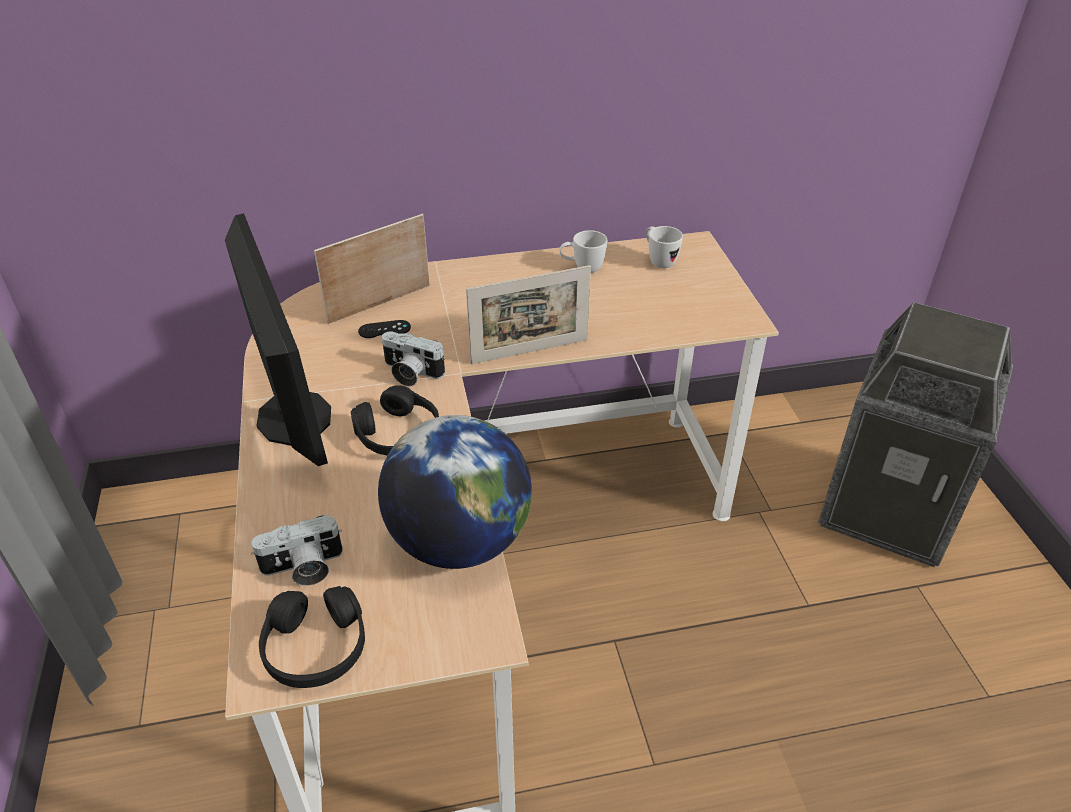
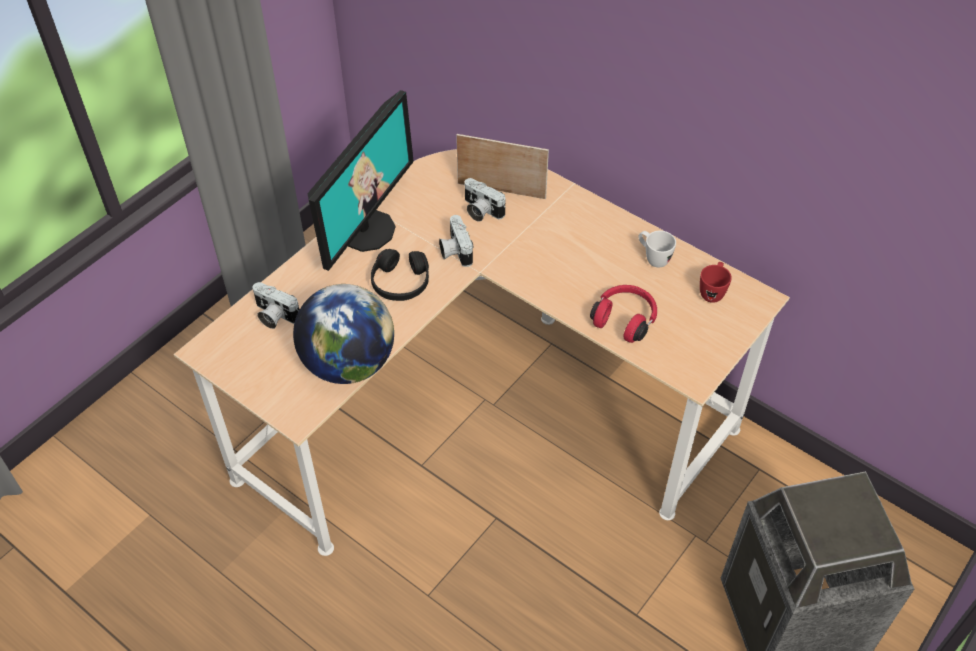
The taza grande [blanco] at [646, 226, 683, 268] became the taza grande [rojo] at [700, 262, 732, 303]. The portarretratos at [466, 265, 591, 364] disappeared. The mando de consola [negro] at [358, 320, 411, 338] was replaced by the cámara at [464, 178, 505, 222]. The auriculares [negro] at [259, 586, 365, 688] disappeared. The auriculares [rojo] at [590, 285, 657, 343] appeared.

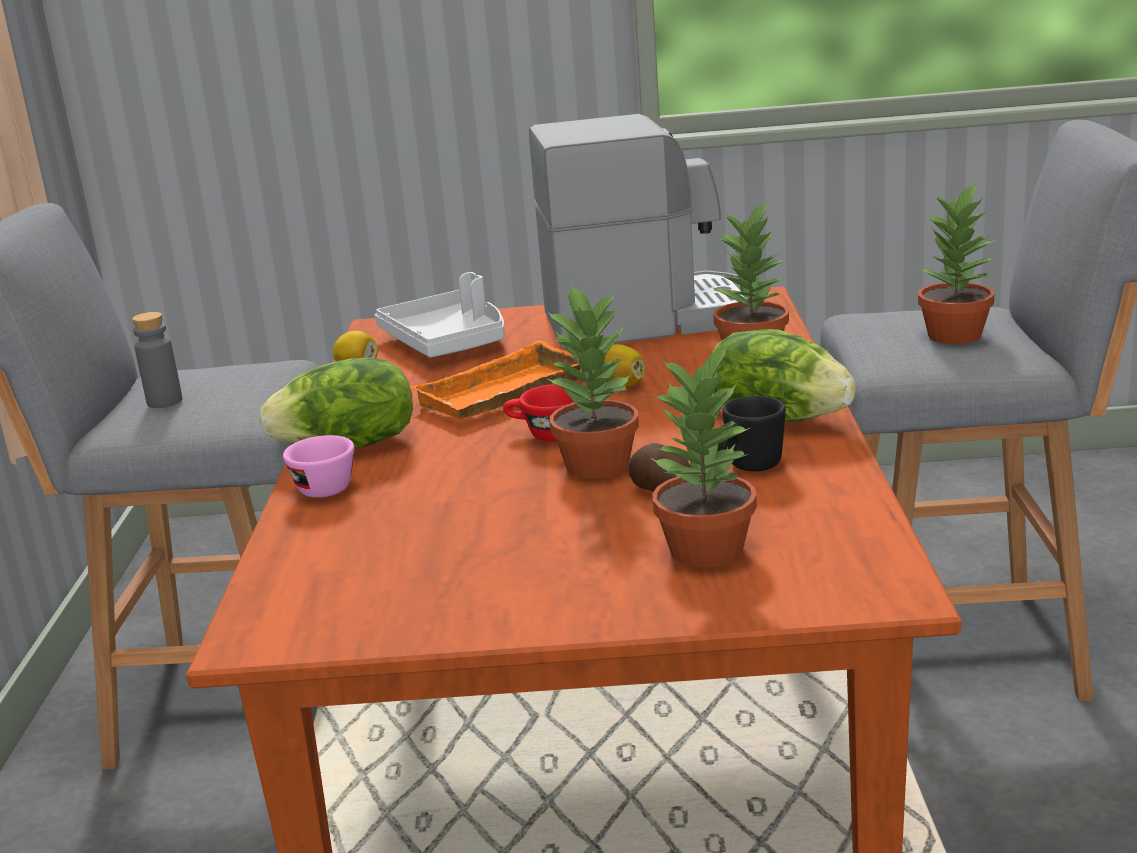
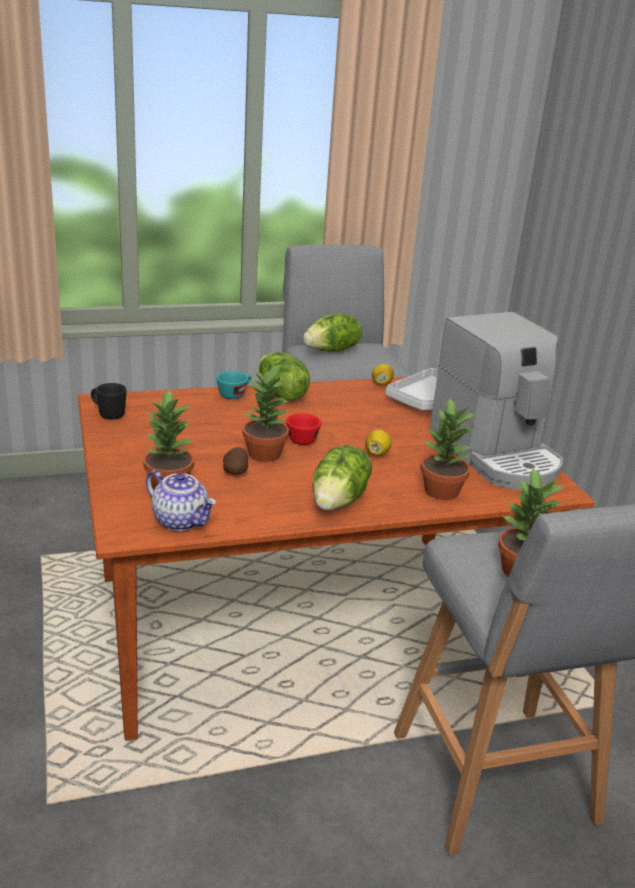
The botella [gris] at [132, 312, 182, 408] was replaced by the lechuga at [303, 313, 362, 352]. The bandeja [naranja] at [411, 340, 580, 419] disappeared. The taza grande [negro] moved from [718, 396, 786, 471] to [91, 383, 126, 420]. The taza [rosa] at [283, 435, 354, 498] became the taza [turquesa] at [216, 371, 251, 399]. The tetera at [146, 470, 216, 531] appeared.

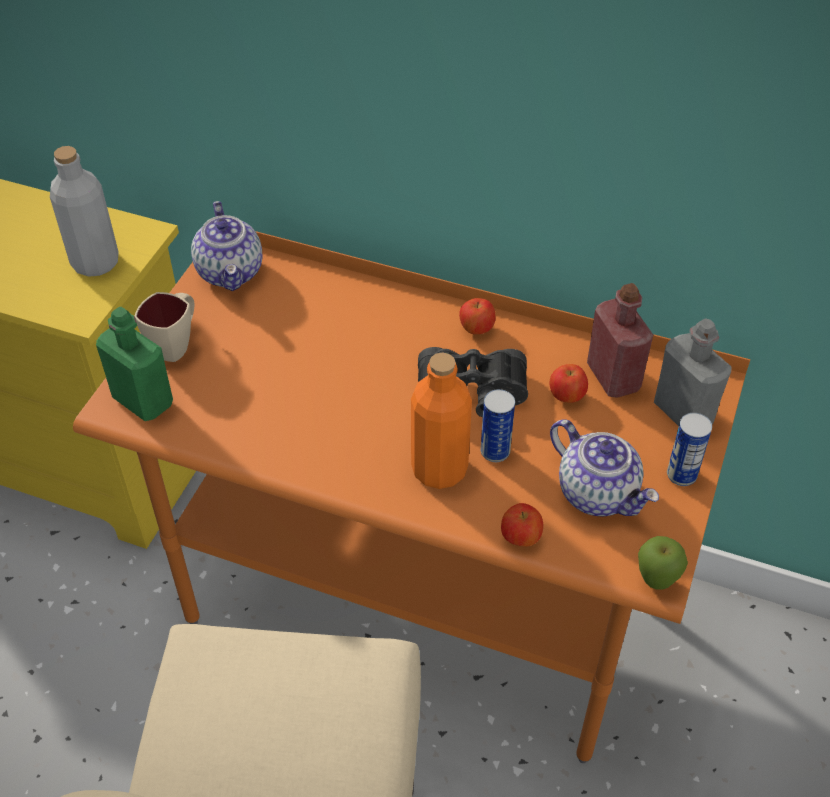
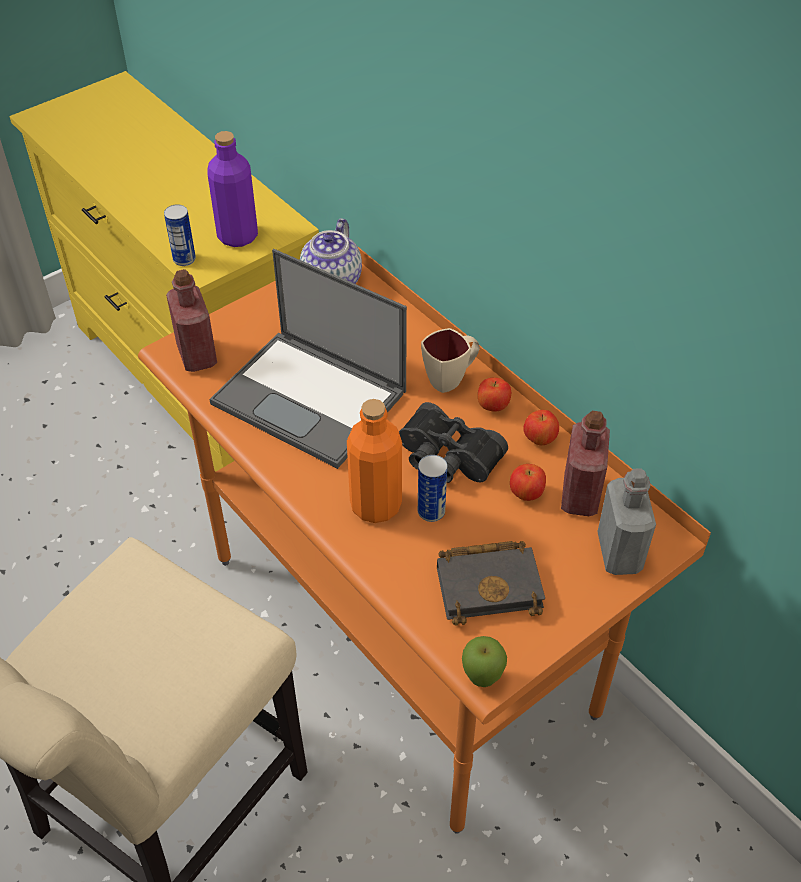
The botella [gris] at [50, 146, 118, 277] became the botella [morado] at [207, 131, 258, 247]. The taza grande [beis] moved from [135, 292, 194, 362] to [421, 328, 480, 393]. The botella [verde] at [96, 307, 173, 421] became the botella [rojo] at [166, 269, 217, 372]. The lata moved from [667, 413, 712, 486] to [164, 205, 196, 266]. The tetera at [550, 419, 659, 516] was replaced by the libro [negro] at [437, 541, 545, 626]. The manzana moved from [501, 503, 543, 547] to [523, 410, 559, 446]. The portátil at [210, 249, 407, 469] appeared.

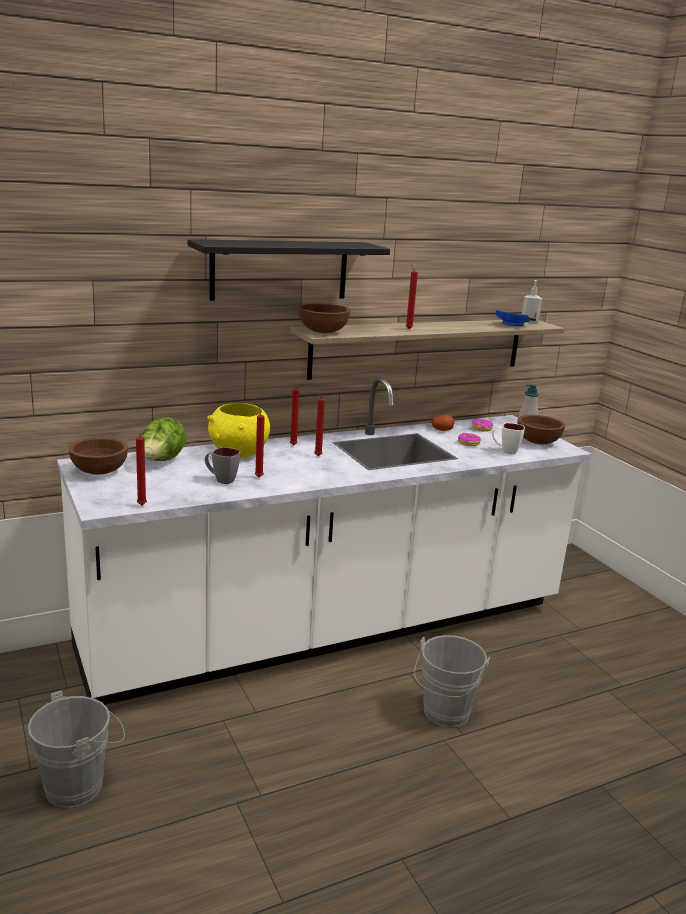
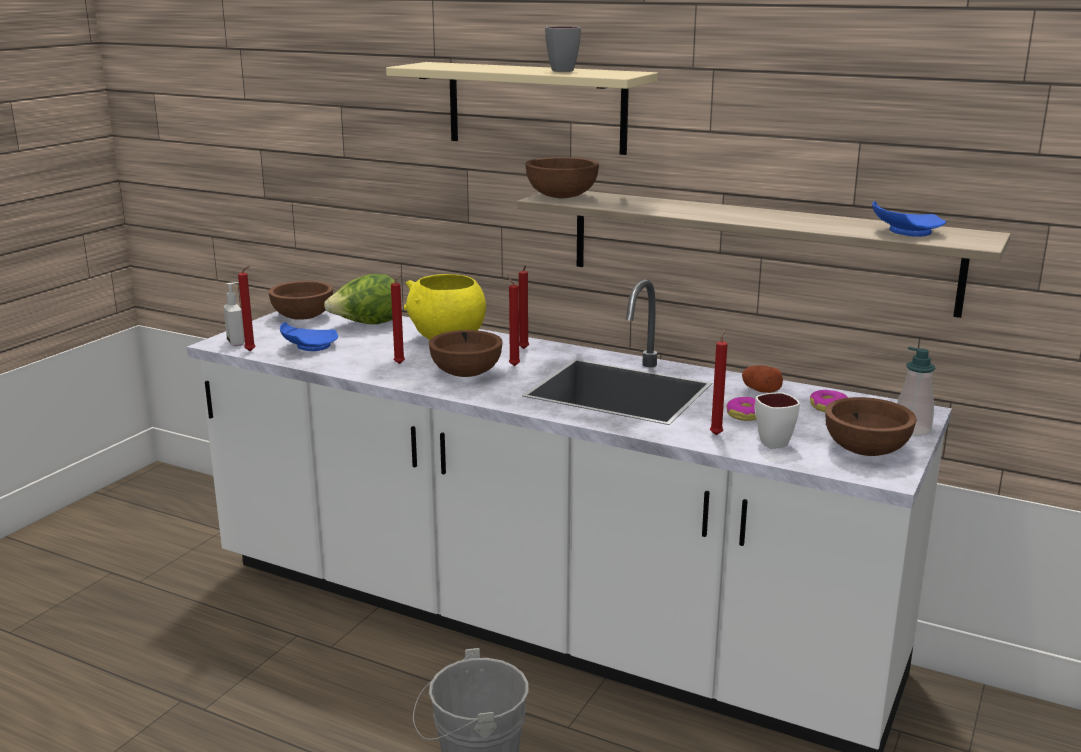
The estante [negro] at [188, 239, 390, 301] became the estante [beis] at [386, 62, 658, 155]. The vela [rojo] moved from [406, 264, 418, 329] to [710, 329, 728, 435]. The dispensador de jabón moved from [522, 280, 542, 323] to [224, 282, 245, 346]. The taza grande [gris] moved from [205, 447, 241, 484] to [545, 26, 581, 72]. The cubo [gris] at [28, 691, 125, 808] disappeared. The plato [azul] at [280, 322, 338, 351] appeared. The cuenco [marrón] at [429, 330, 503, 377] appeared.

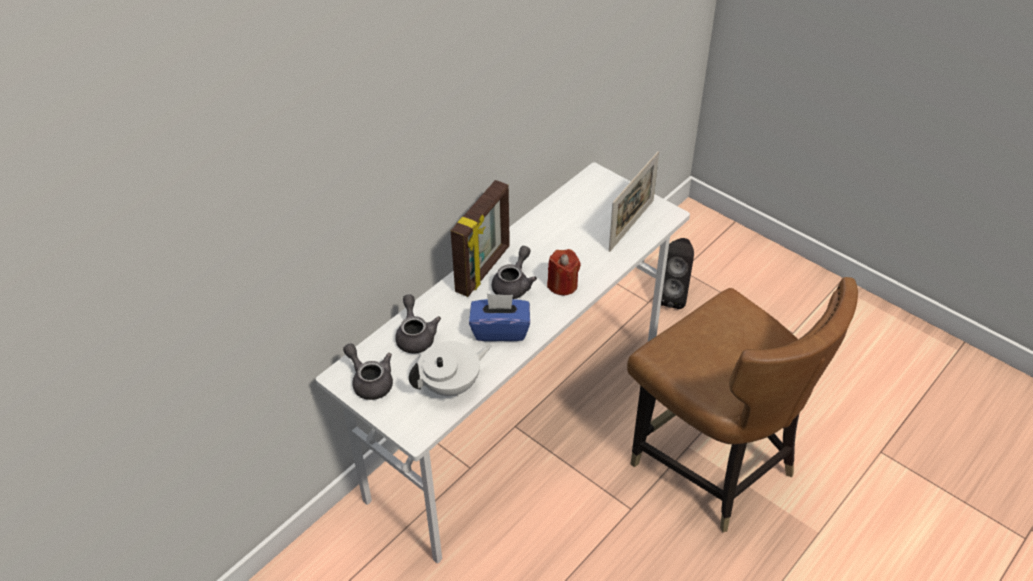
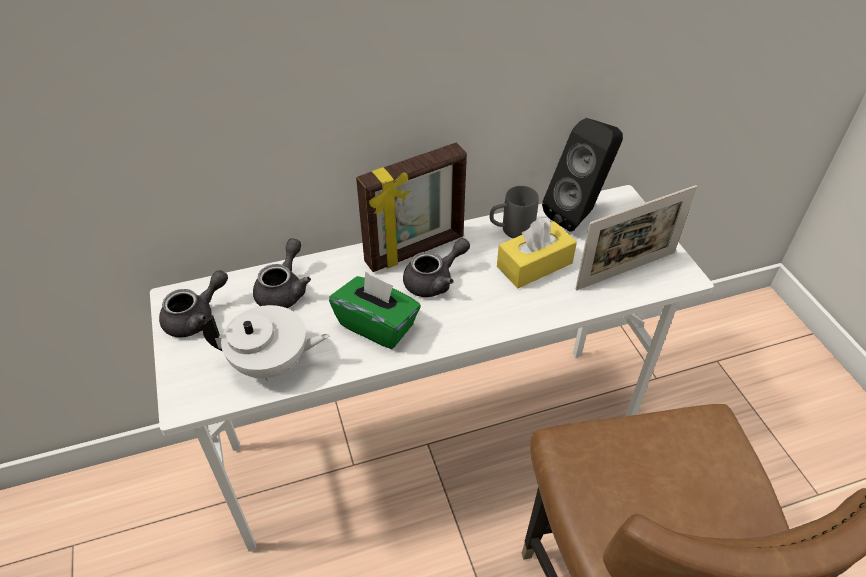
The altavoz [negro] moved from [661, 238, 694, 309] to [542, 118, 623, 232]. The vela [rojo] at [547, 249, 581, 295] disappeared. The caja de pañuelos [azul] at [469, 294, 530, 341] became the caja de pañuelos [verde] at [329, 271, 421, 349]. The tetera [gris] at [343, 343, 393, 400] turned 60 degrees clockwise. The taza grande [gris] at [489, 186, 539, 238] appeared. The caja de pañuelos [amarillo] at [497, 218, 577, 288] appeared.

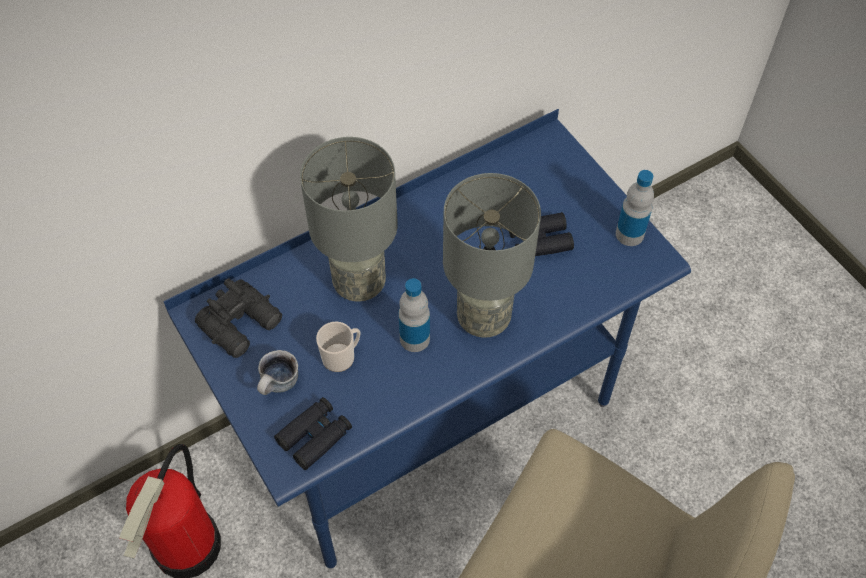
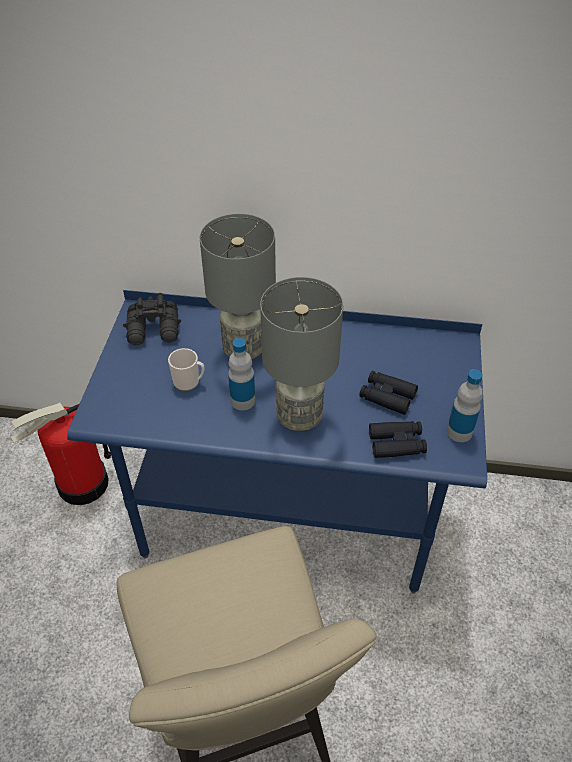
The taza grande at [257, 350, 298, 395] disappeared. The prismáticos [negro] moved from [274, 397, 352, 470] to [369, 421, 427, 458].

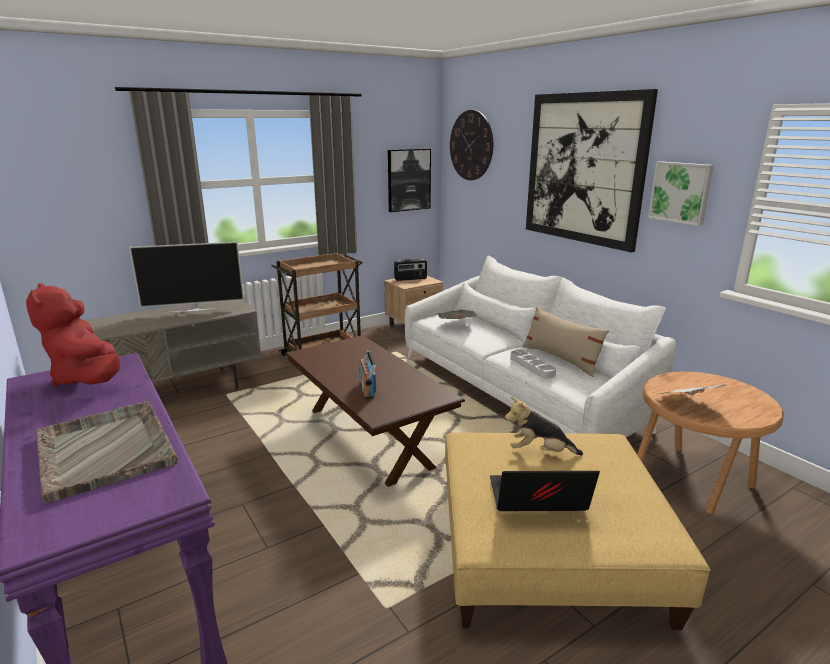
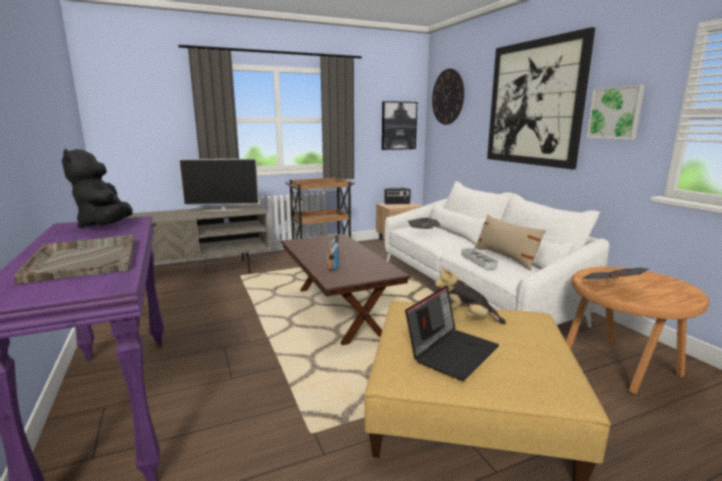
The peluche [rojo] at [26, 283, 120, 387] became the peluche [negro] at [62, 149, 133, 228]. The portátil at [490, 471, 600, 511] turned 120 degrees clockwise.

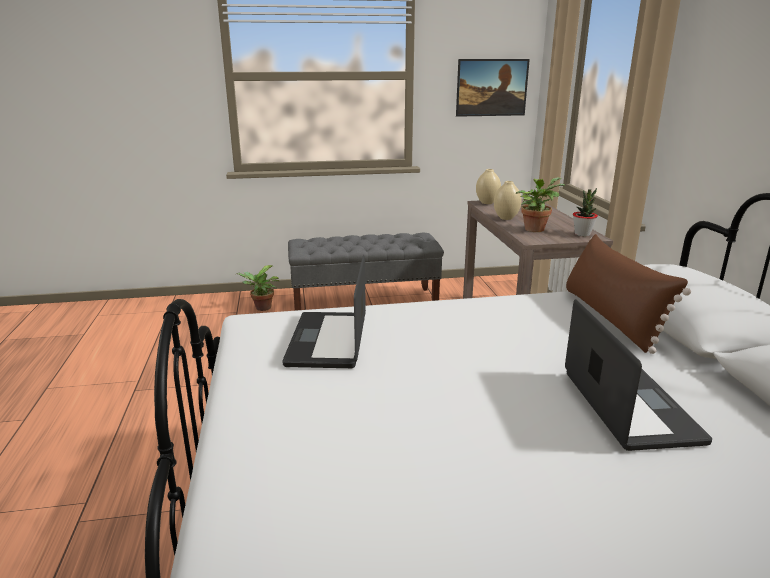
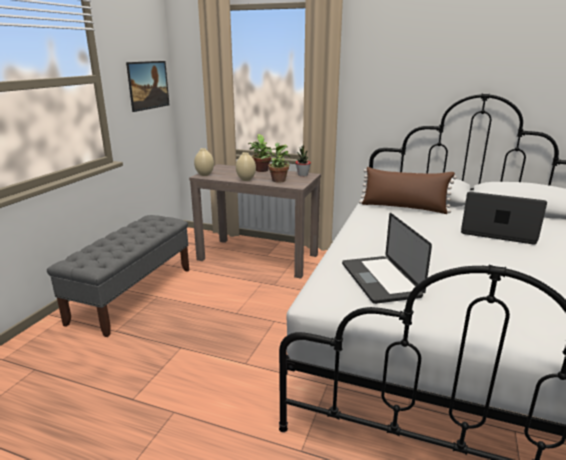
The portátil at [283, 255, 366, 368] turned 45 degrees clockwise. The planta en maceta moved from [236, 265, 280, 311] to [248, 134, 275, 172].

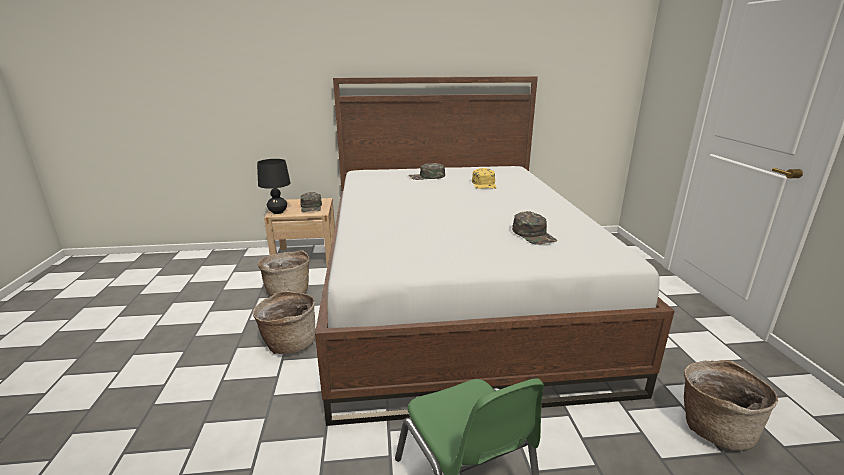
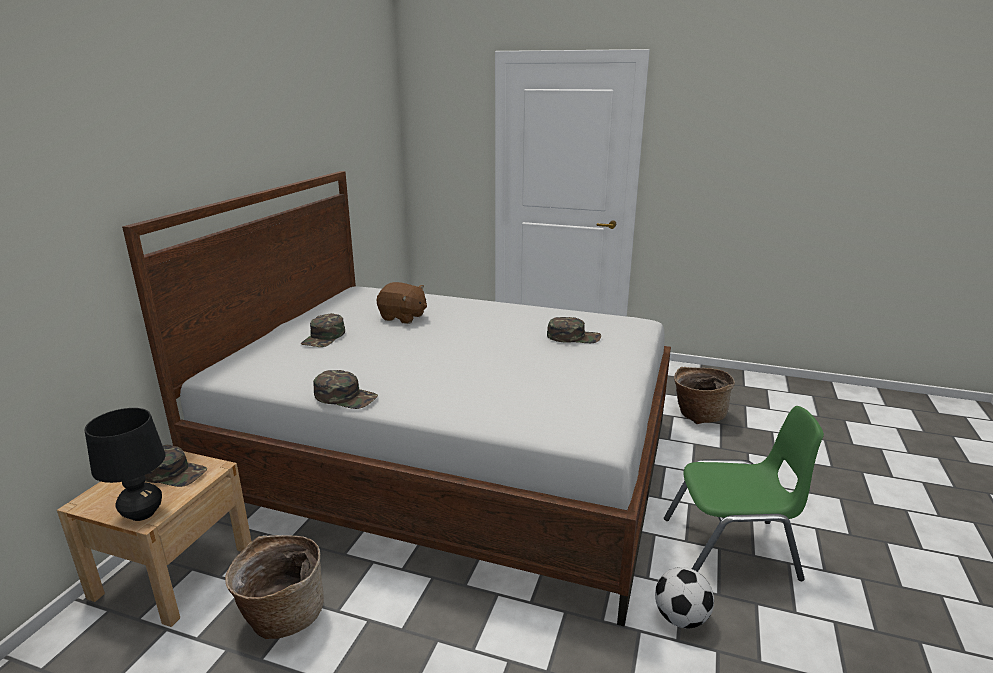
The gorra [amarillo] at [472, 168, 497, 189] was replaced by the peluche [marrón] at [377, 282, 427, 324]. The cesta at [252, 290, 315, 354] disappeared. The gorra [verde] at [313, 370, 378, 409] appeared. The balón de fútbol at [655, 567, 714, 628] appeared.

